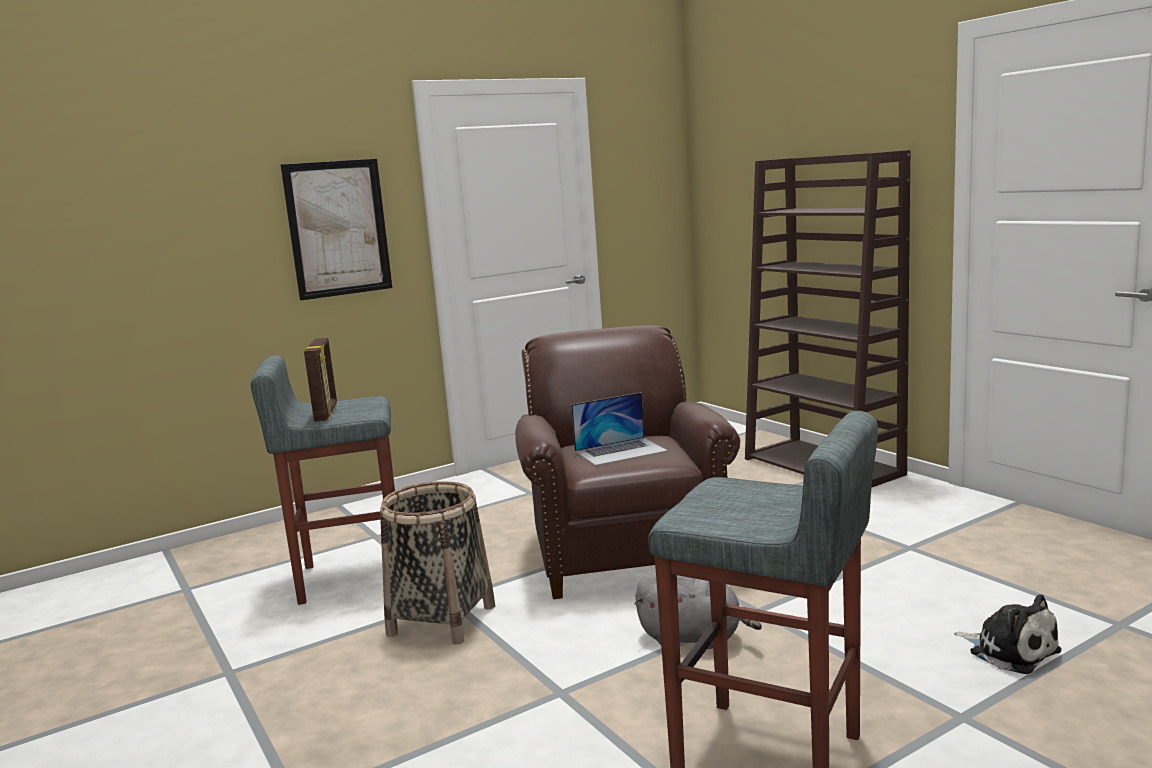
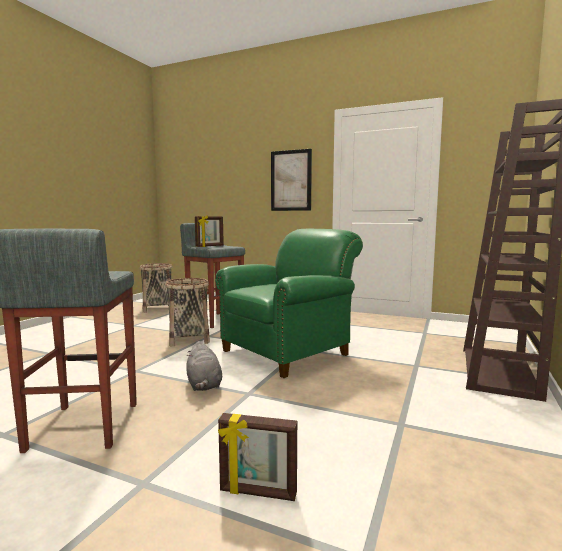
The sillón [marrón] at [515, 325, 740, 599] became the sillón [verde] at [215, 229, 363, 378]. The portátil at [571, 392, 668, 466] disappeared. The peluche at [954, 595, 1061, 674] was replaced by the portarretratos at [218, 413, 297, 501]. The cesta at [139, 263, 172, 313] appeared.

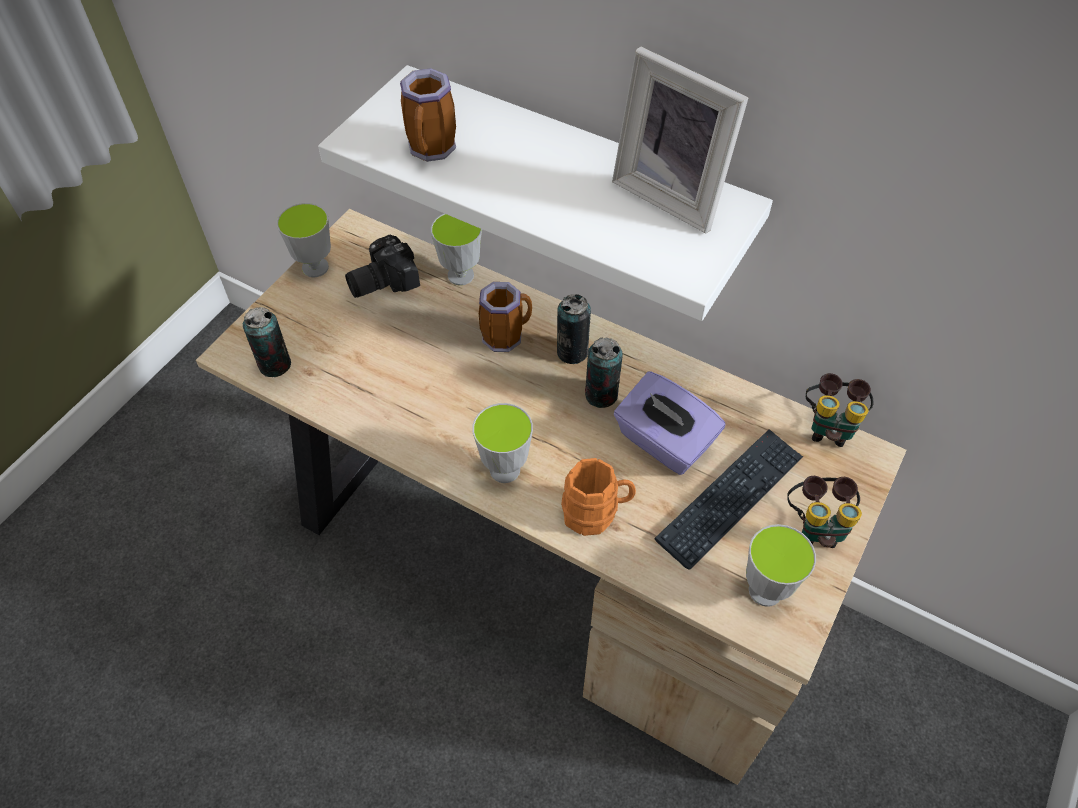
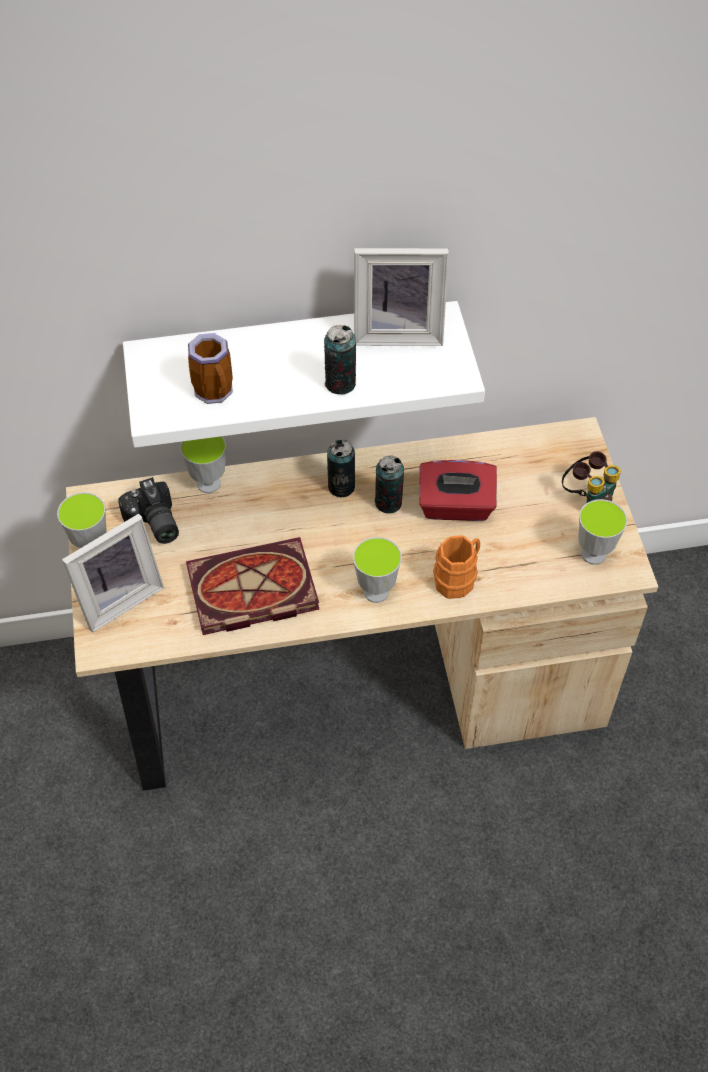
The cámara at [345, 234, 420, 298] turned 45 degrees counterclockwise. The taza grande at [479, 282, 532, 352] disappeared. The lata moved from [242, 307, 291, 377] to [324, 325, 356, 395]. The caja de pañuelos [morado] at [614, 371, 725, 475] became the caja de pañuelos [rojo] at [419, 460, 497, 521]. The prismáticos at [806, 373, 873, 447] disappeared. The teclado at [655, 429, 803, 570] disappeared. The portarretratos at [62, 514, 164, 632] appeared. The libro at [186, 537, 319, 635] appeared.

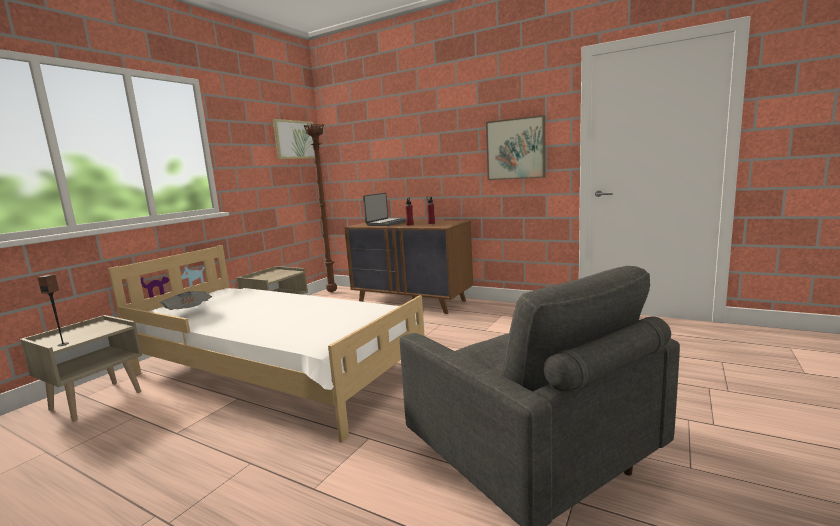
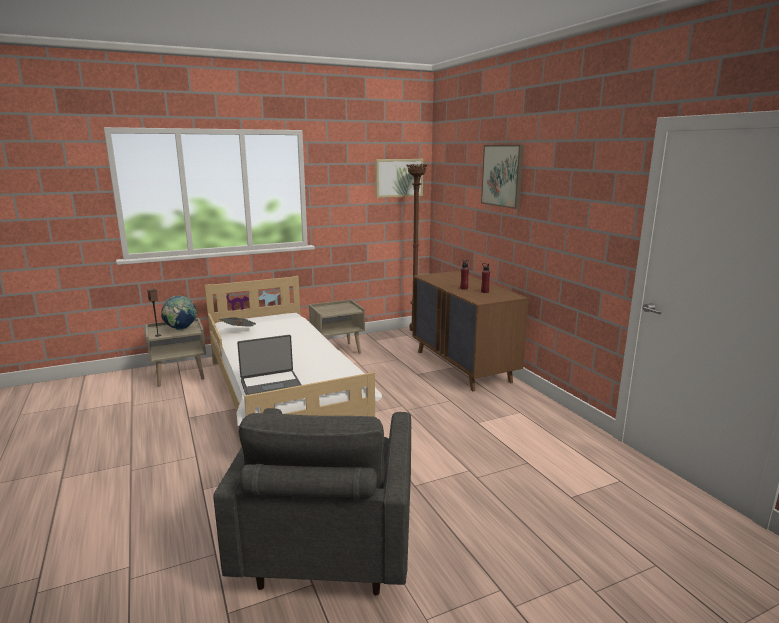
The cuadro moved from [486, 115, 546, 180] to [481, 145, 524, 209]. The portátil moved from [363, 193, 406, 226] to [237, 335, 301, 395]. The globo terráqueo at [161, 295, 197, 330] appeared.

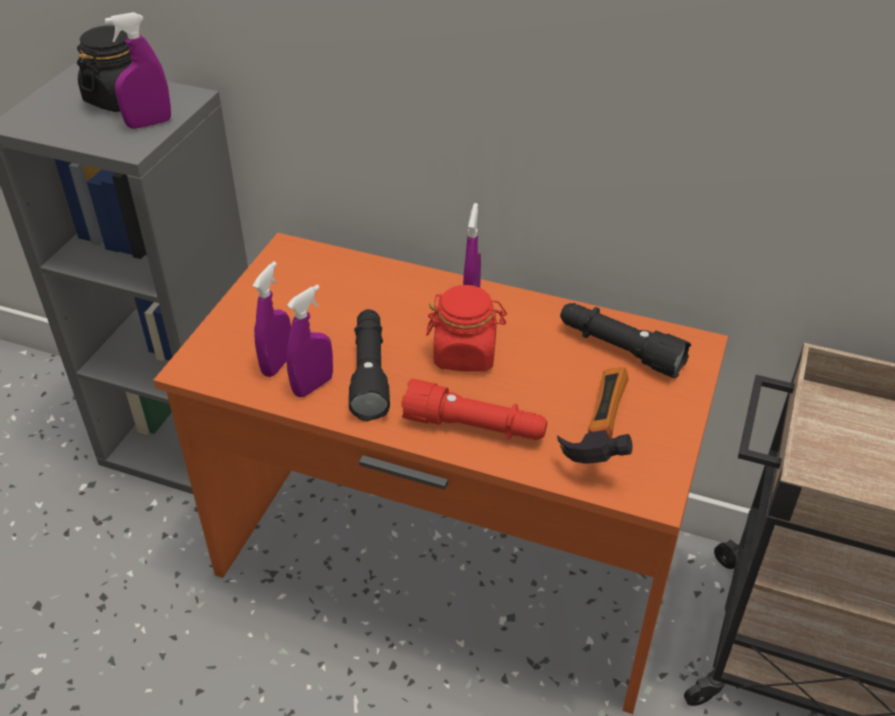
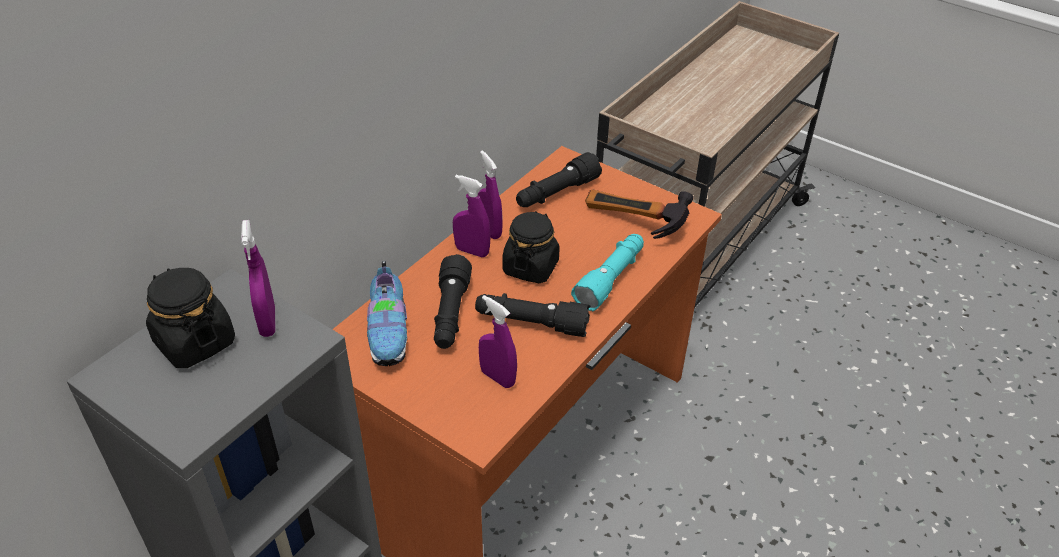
The pulverizador [morado] moved from [286, 285, 333, 397] to [478, 151, 503, 239]. The tarro [rojo] at [426, 285, 507, 372] became the tarro [negro] at [502, 211, 560, 283]. The linterna [rojo] at [401, 379, 547, 440] became the linterna [turquesa] at [571, 234, 644, 311]. The linterna [negro] at [434, 254, 472, 349] appeared. The zapato at [367, 261, 407, 366] appeared.

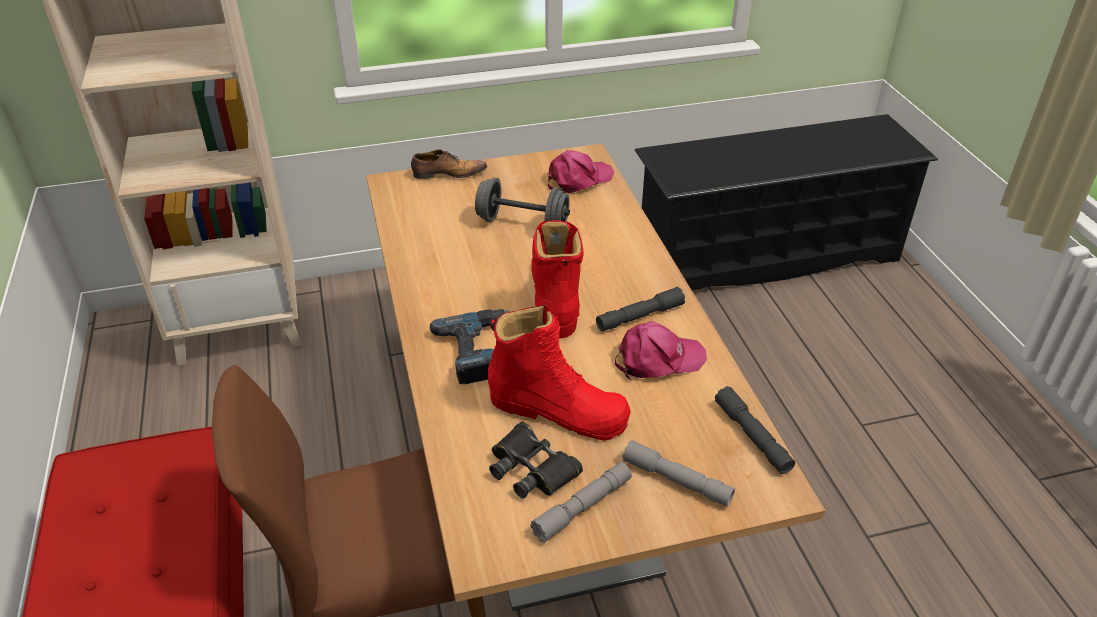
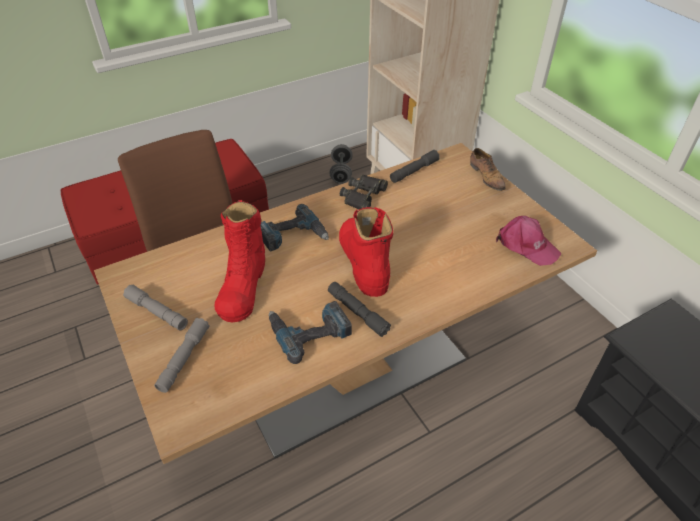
The mancuerna [gris] moved from [475, 177, 570, 223] to [329, 144, 353, 184]. The bota [rojo] at [531, 220, 584, 338] turned 90 degrees counterclockwise. The gorra [rosa] at [615, 321, 707, 381] was replaced by the taladro at [269, 301, 352, 364]. The linterna [gris] moved from [715, 386, 795, 474] to [390, 150, 440, 183]. The prismáticos [negro] moved from [489, 422, 583, 499] to [340, 175, 388, 209].

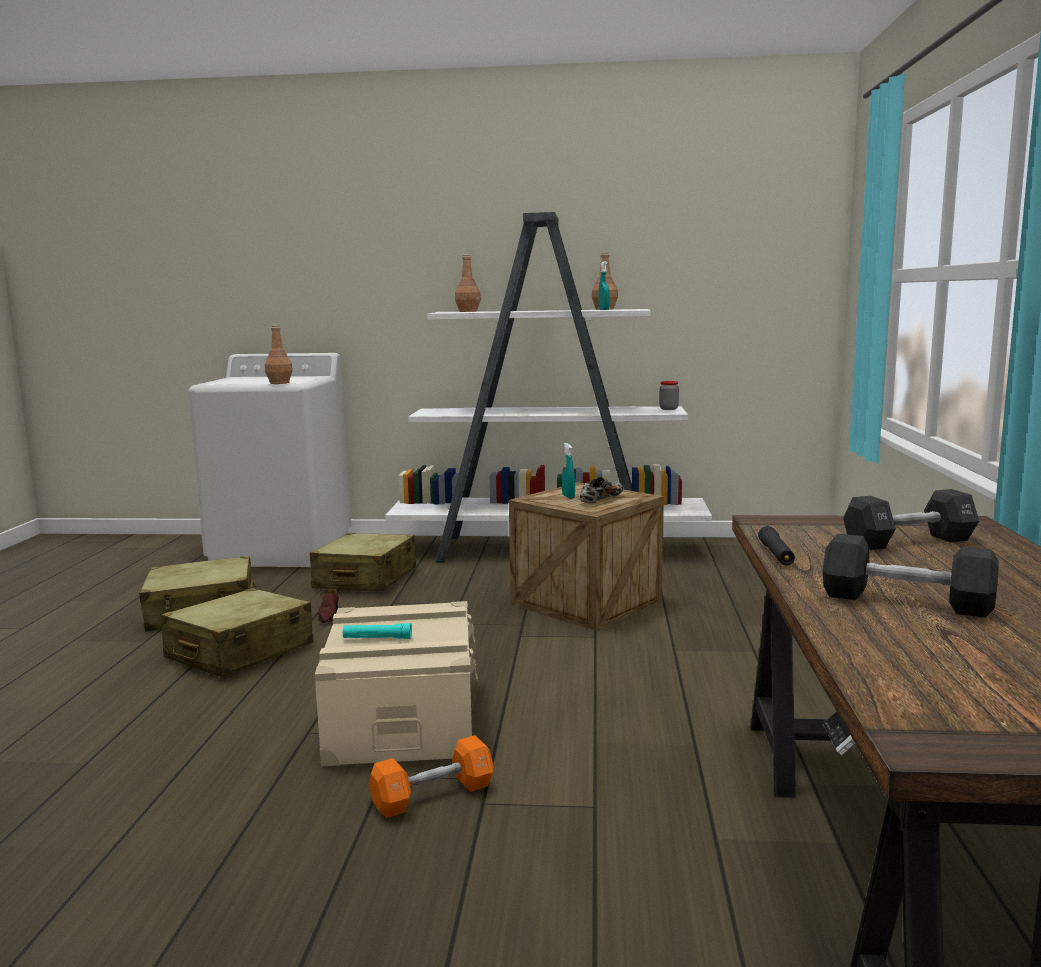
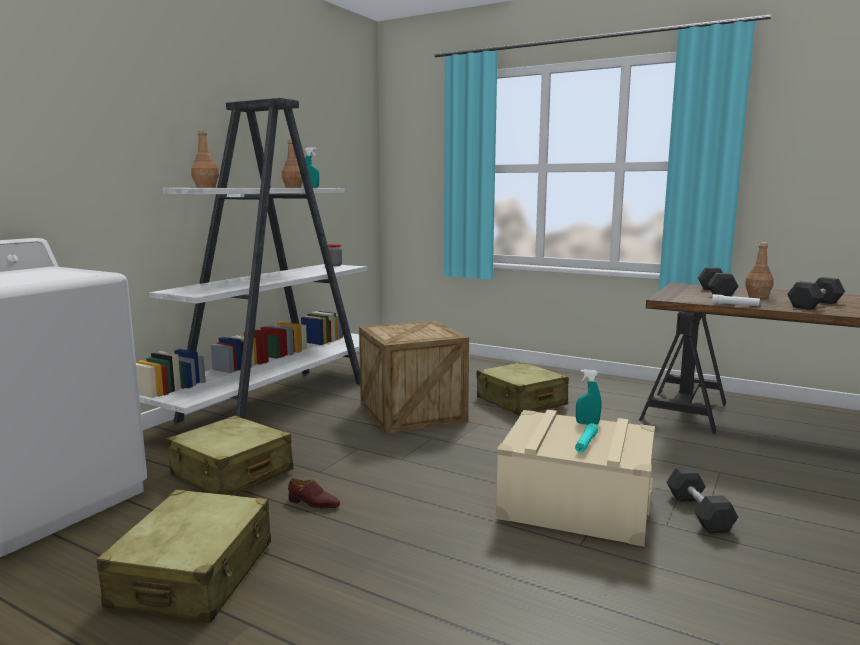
The botella [marrón] moved from [265, 325, 293, 384] to [745, 242, 774, 298]. The pulverizador [turquesa] moved from [562, 443, 575, 499] to [576, 370, 601, 425]. The zapato at [580, 477, 624, 504] disappeared. The linterna [negro] at [758, 526, 795, 566] became the linterna [blanco] at [712, 294, 760, 306]. The maleta [beis] moved from [160, 588, 314, 677] to [477, 362, 569, 415]. The mancuerna [naranja] at [369, 735, 494, 818] became the mancuerna [negro] at [666, 467, 738, 533].

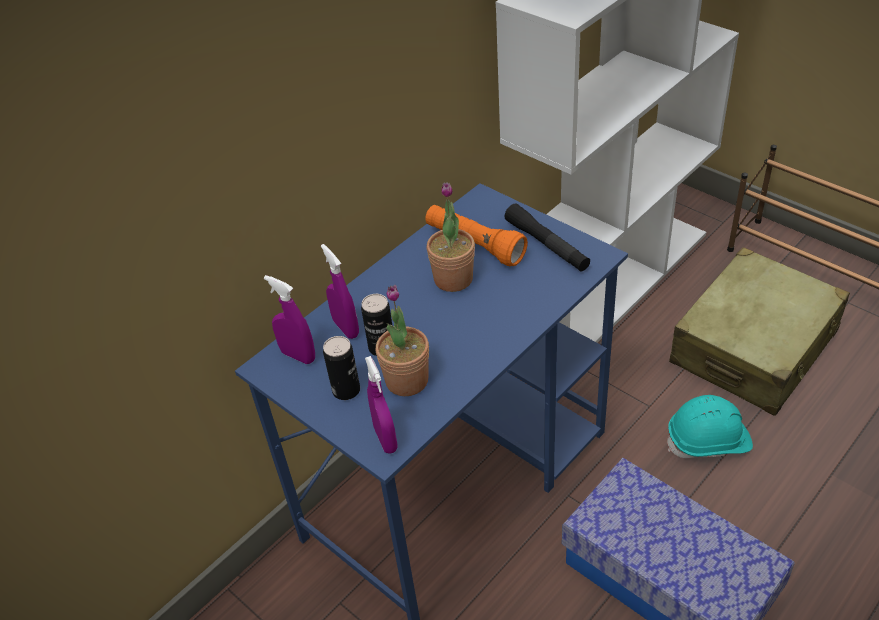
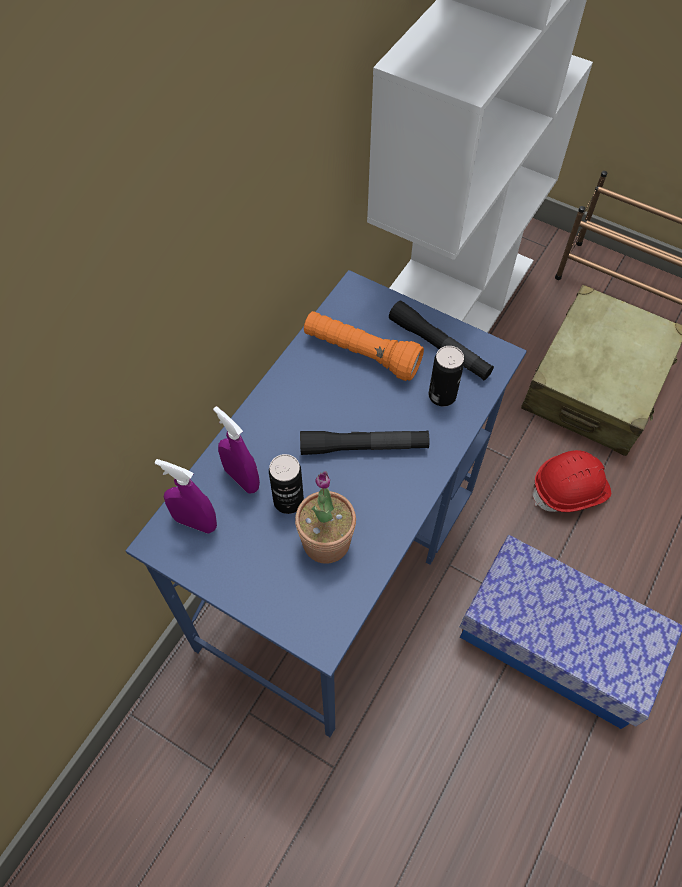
The planta en maceta at [427, 182, 475, 292] disappeared. The lata moved from [323, 336, 360, 400] to [428, 346, 464, 406]. The pulverizador [morado] at [365, 356, 398, 454] disappeared. The casco [turquesa] at [667, 395, 753, 458] became the casco [rojo] at [533, 450, 611, 512]. The linterna [negro] at [300, 430, 429, 455] appeared.

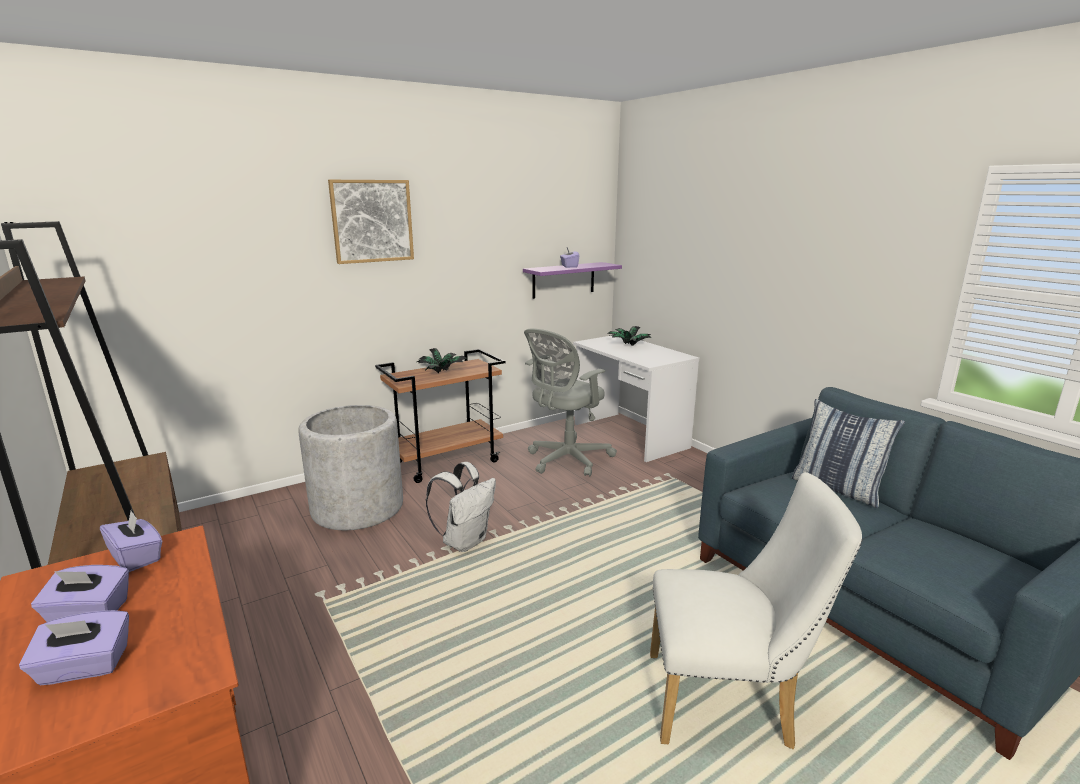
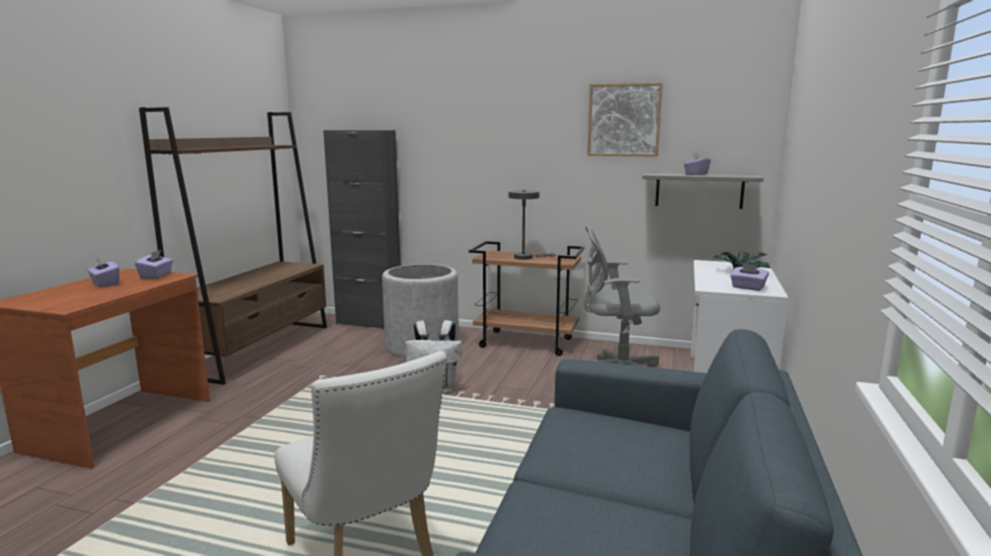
The cuadro moved from [328, 180, 414, 264] to [587, 83, 663, 157]. The estante [morado] at [523, 262, 622, 299] became the estante [gris] at [642, 173, 763, 209]. The planta en maceta at [417, 348, 466, 373] was replaced by the lámpara de mesa [gris] at [509, 190, 556, 260]. The cojín at [792, 399, 905, 508] disappeared. The caja de pañuelos [morado] moved from [19, 610, 129, 685] to [730, 263, 769, 291]. The armario [negro] at [323, 130, 401, 328] appeared.

